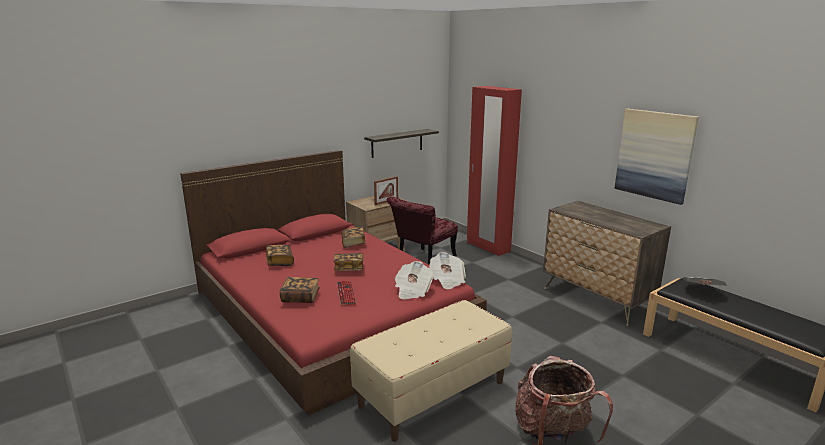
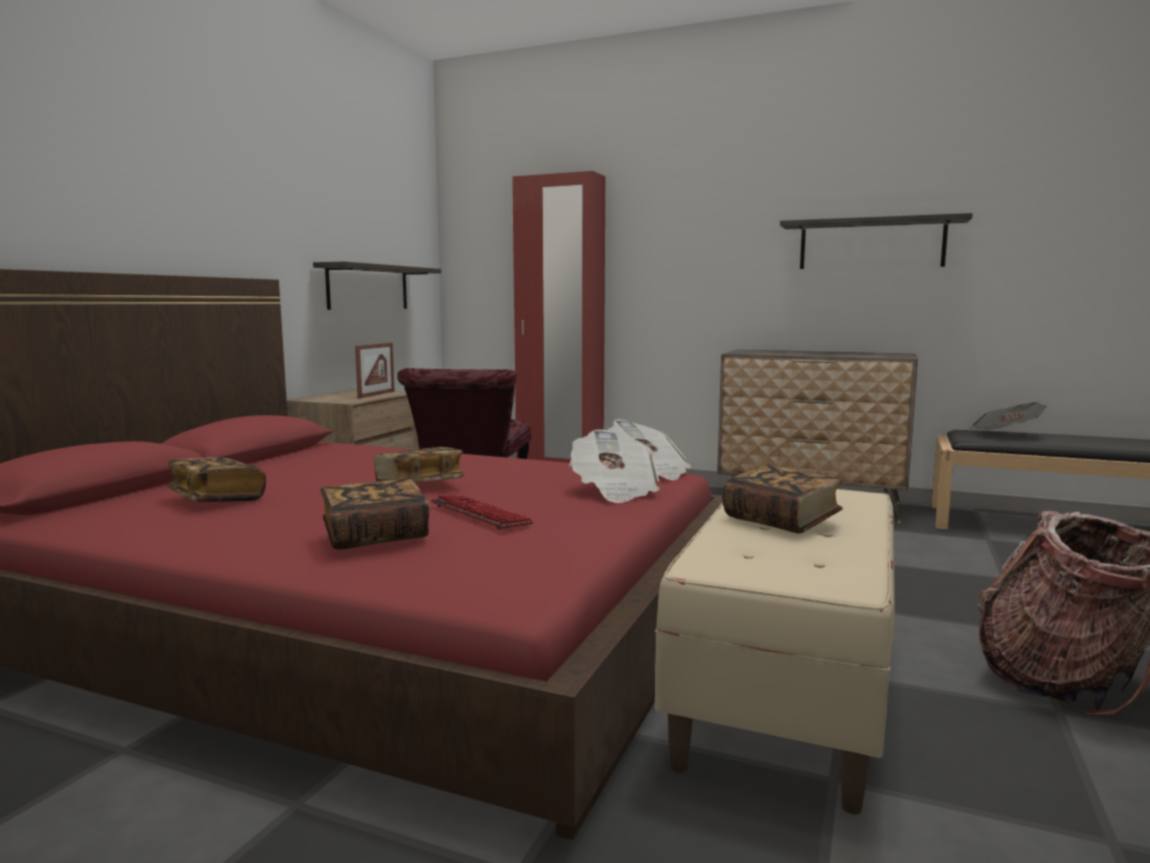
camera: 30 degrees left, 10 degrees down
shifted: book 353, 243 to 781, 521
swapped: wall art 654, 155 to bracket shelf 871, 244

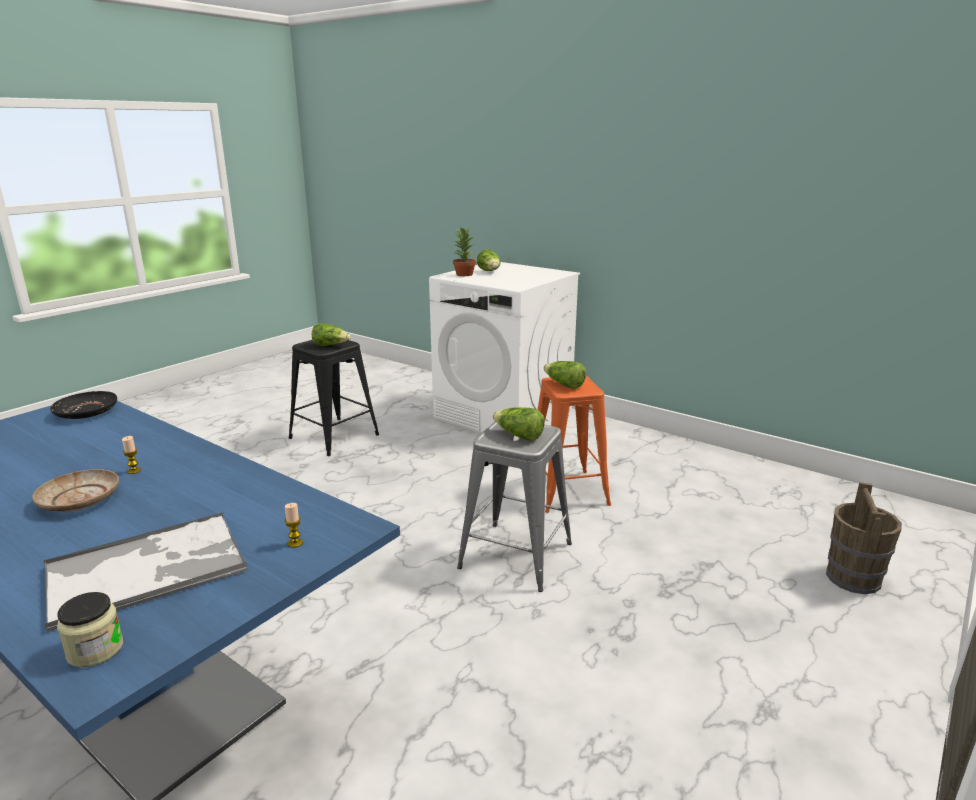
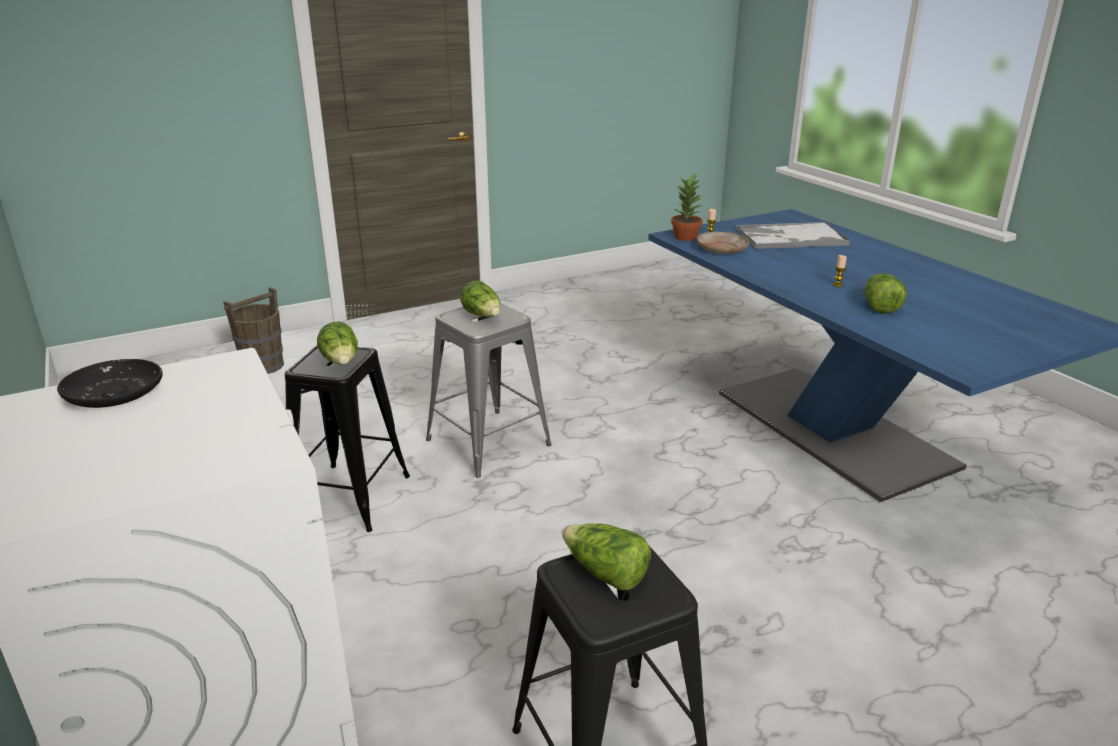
camera: 155 degrees left, 5 degrees up
gone: jar 95, 650
shifted: sand-coloured dinner plate 79, 500 to 722, 249; black-coloured dinner plate 87, 412 to 114, 394; potted plant 464, 274 to 686, 237; lettuce 490, 272 to 880, 306
repainted: orange-coloured sitting stool 567, 491 to black-coloured sitting stool 350, 497

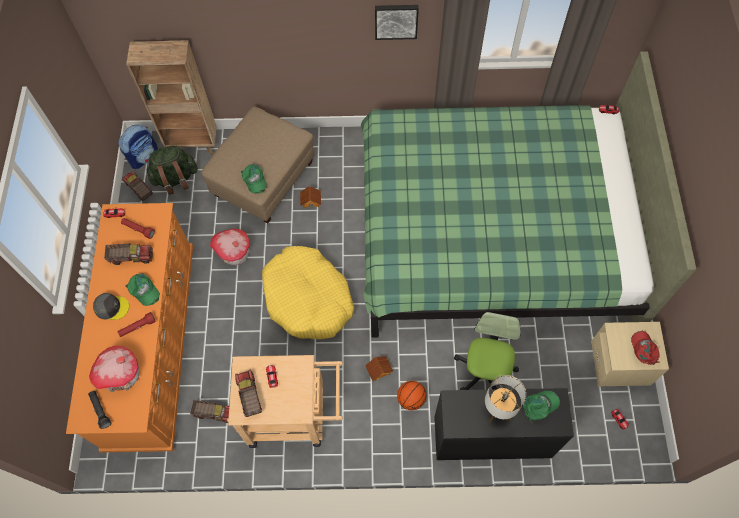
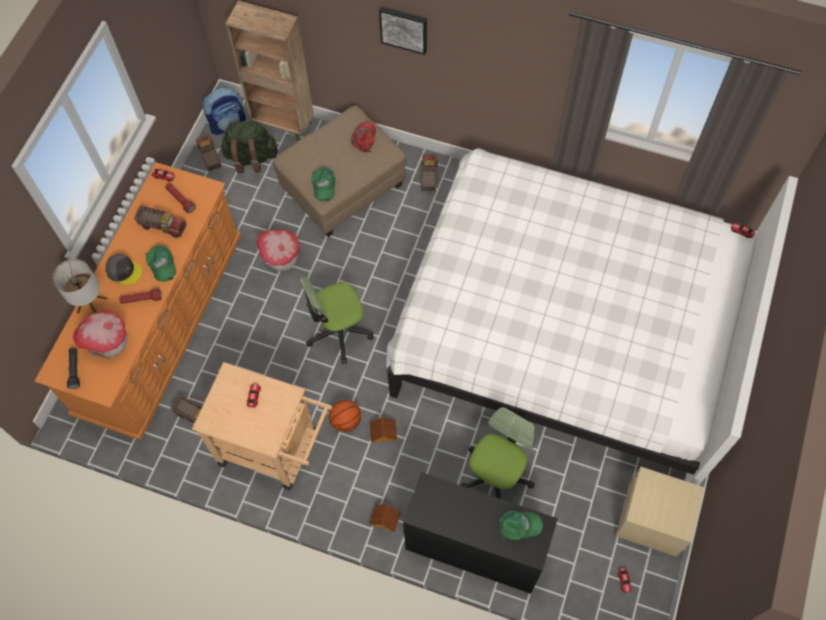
camera: 20 degrees right, 0 degrees up
shifted: toy truck 249, 396 to 428, 177; toy house 311, 200 to 385, 519; wall art 396, 20 to 404, 28; basketball ball 411, 399 to 346, 421; tabletop lamp 498, 410 to 92, 305; red peaked cap 644, 349 to 364, 138
swapped: yellow-coloured pet bed 308, 298 to computer chair 339, 331
repainted: green sleeping bed 494, 232 to white-coloured sleeping bed 570, 328

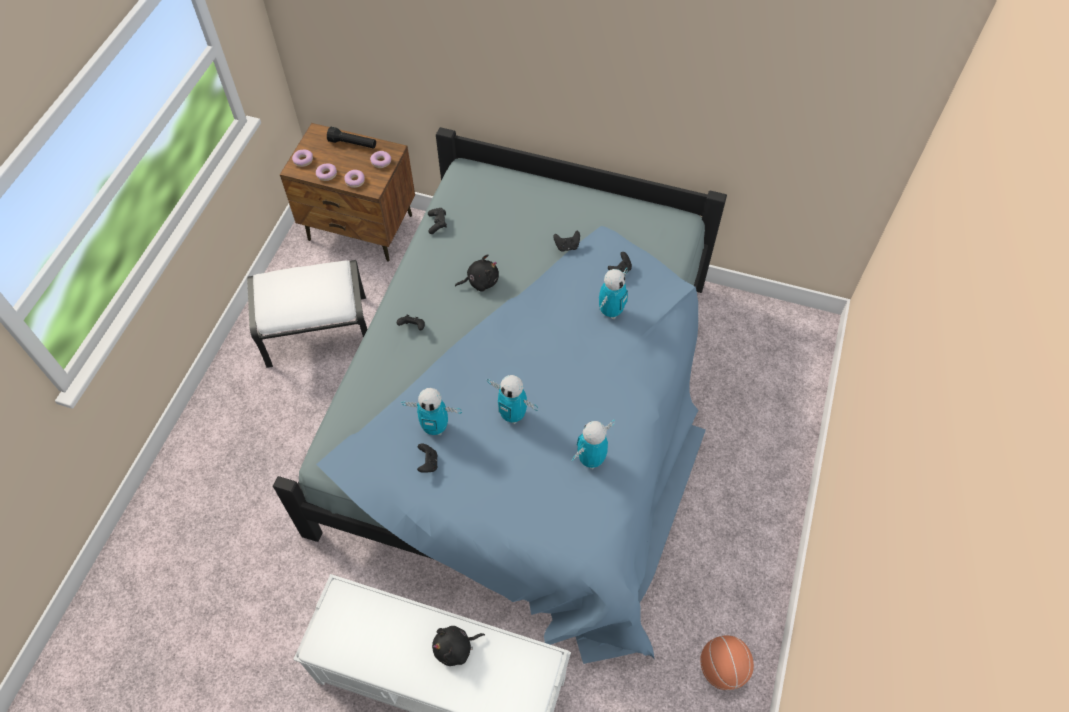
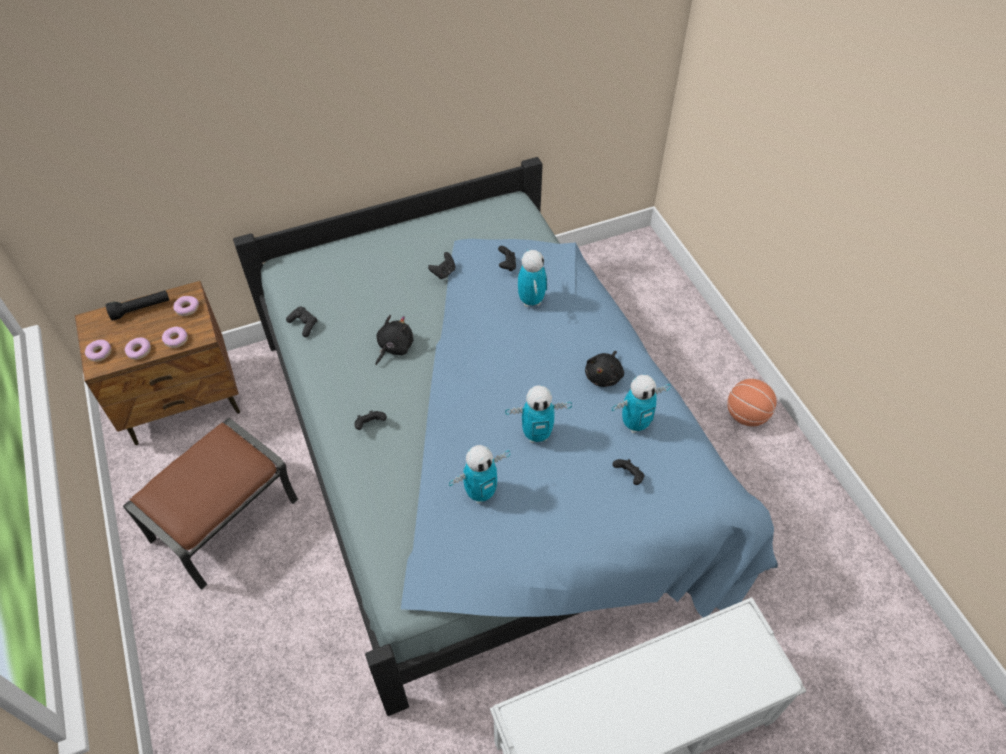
camera: 40 degrees left, 5 degrees down
shifted: black-coloured joypad 428, 463 to 628, 476; black-coloured cuddly toy 455, 648 to 604, 376; basketball ball 722, 668 to 746, 415
repainted: white-coloured pouffe 318, 330 to brown-coloured pouffe 225, 519
rotated: model robot 591, 459 = 635, 424 120 degrees counterclockwise

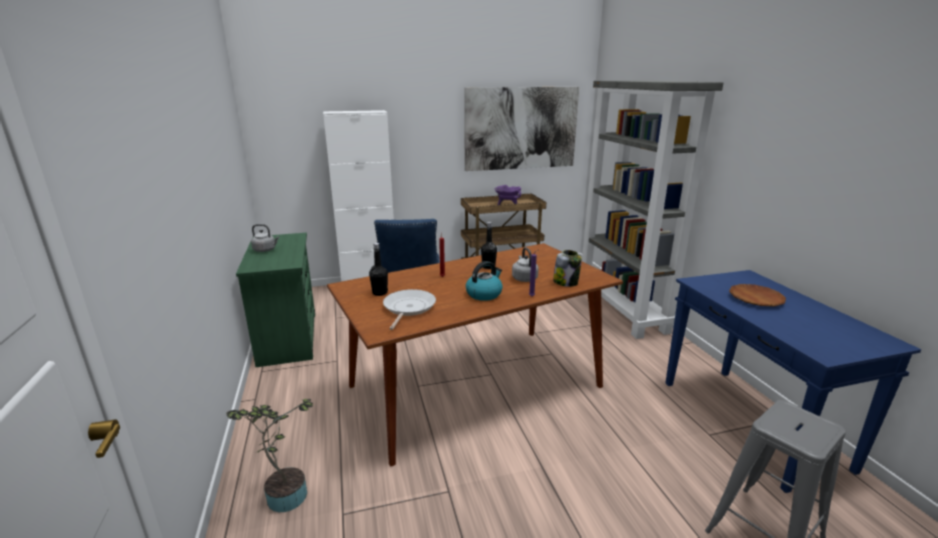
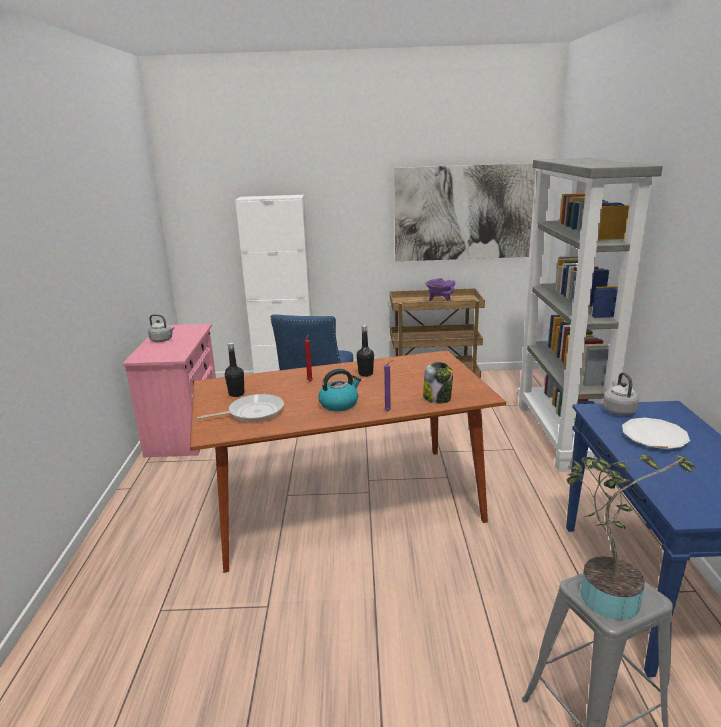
camera: 15 degrees right, 0 degrees up
shifted: potted plant 284, 494 to 603, 593; greyish kettle 524, 278 to 618, 410
repainted: green chest of drawers 288, 337 to pinkish chest of drawers 185, 430; brown-coloured dinner plate 755, 298 to white-coloured dinner plate 654, 437
rotated: frying pan 408, 308 = 252, 412 45 degrees clockwise

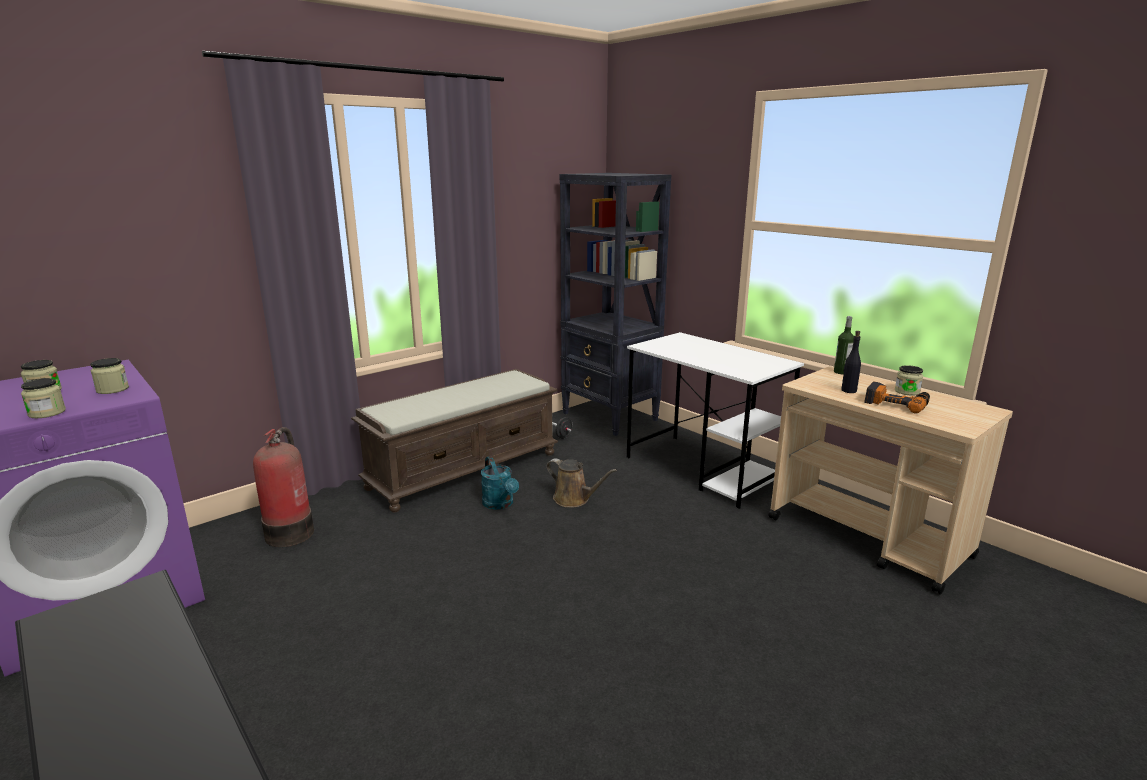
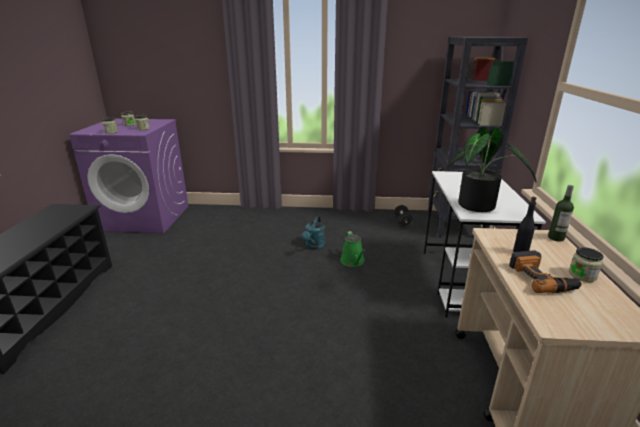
camera: 45 degrees right, 5 degrees up
gone: fire extinguisher 291, 532; brown-coloured long seat 464, 469
new: potted plant 479, 207
repainted: brown-coloured watering can 574, 499 to green watering can 353, 261

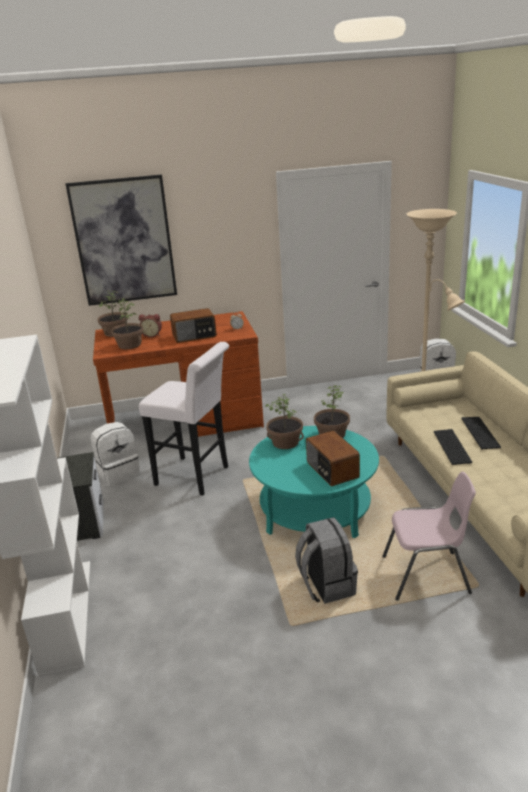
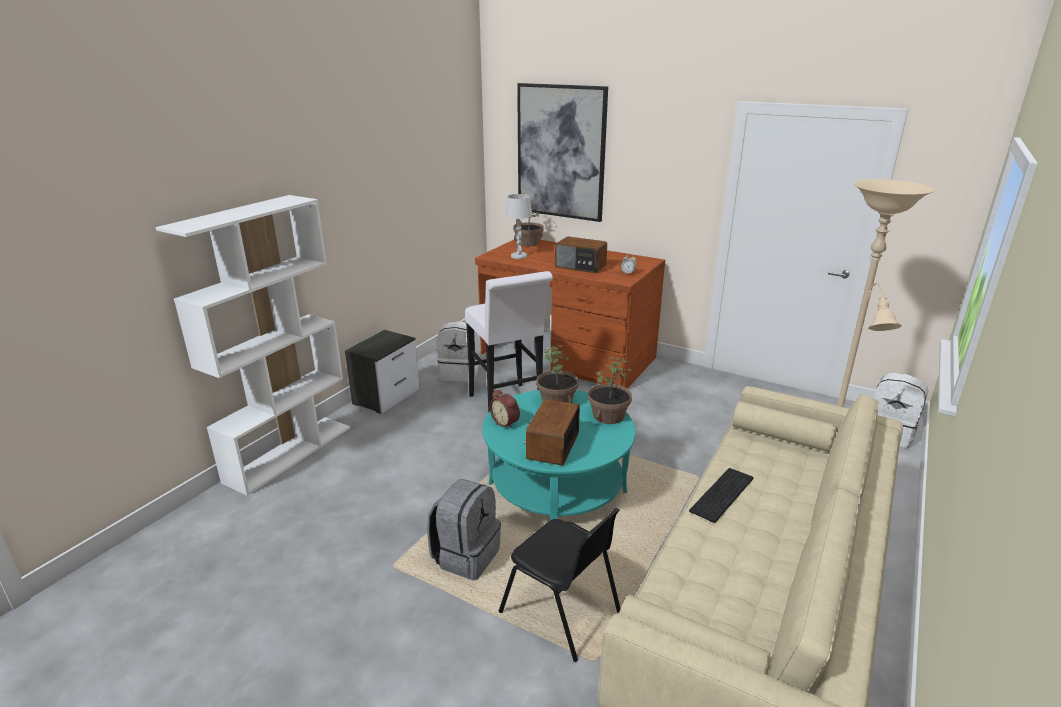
camera: 40 degrees right, 0 degrees up
gone: PC keyboard 478, 432
shifted: alarm clock 152, 335 to 506, 422
swapped: potted plant 129, 345 to white-coloured tabletop lamp 518, 256
repainted: pinkish upright chair 427, 575 to black-coloured upright chair 561, 613

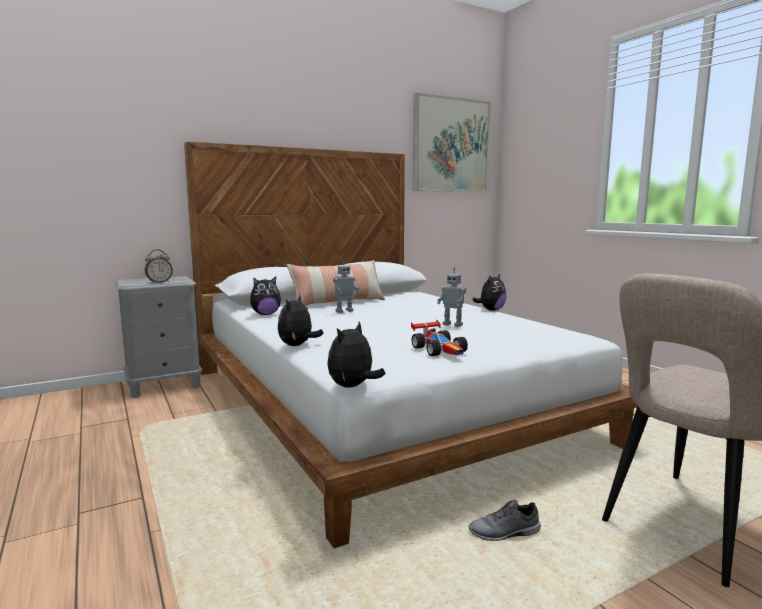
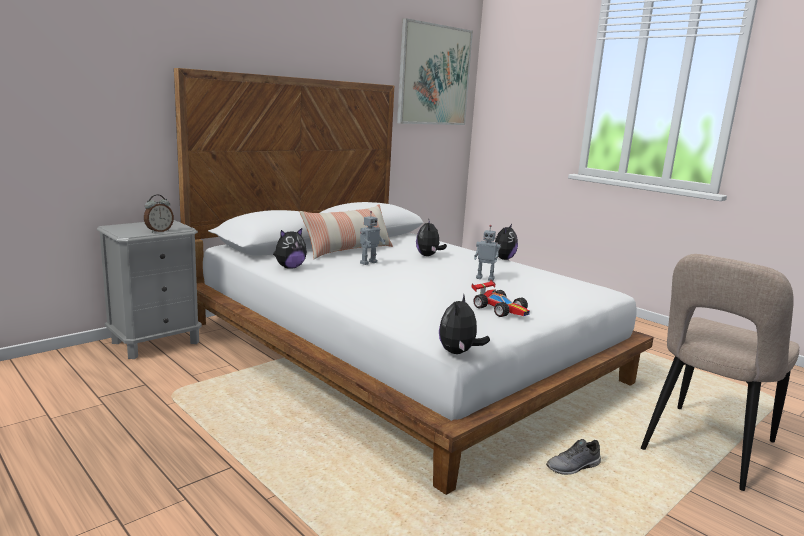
camera: 15 degrees left, 5 degrees up
shifted: cuddly toy 297, 345 to 428, 256

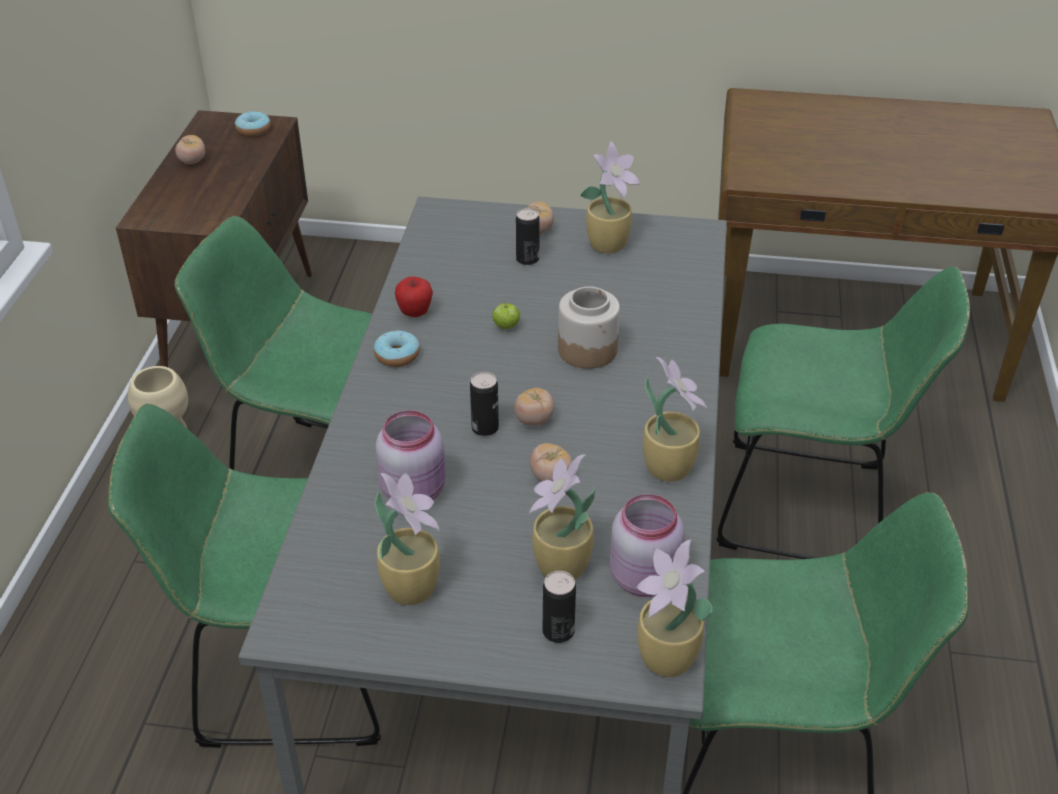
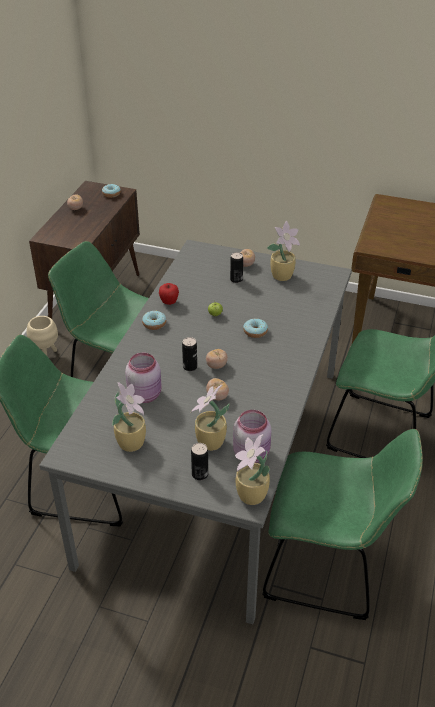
camera: 10 degrees right, 0 degrees up
gone: potted plant 668, 466
swapped: jar 588, 350 to ring doughnut 255, 332

